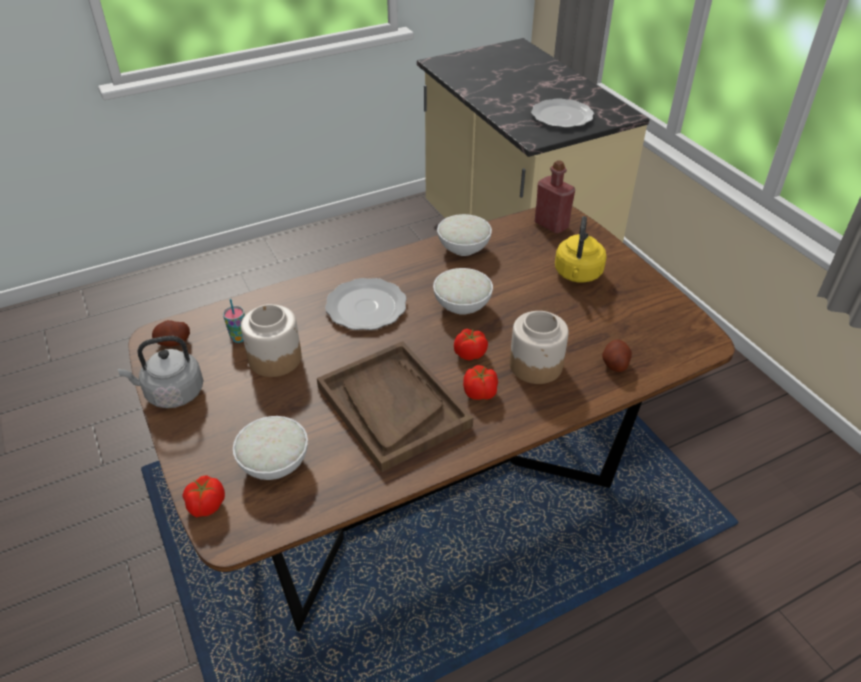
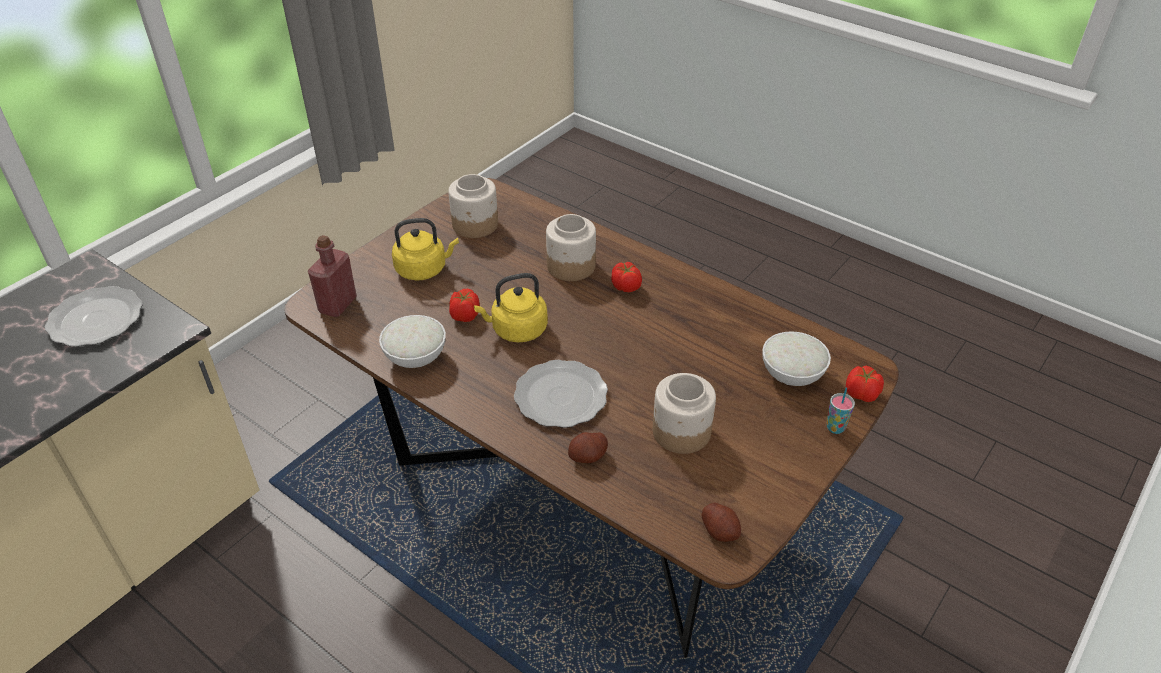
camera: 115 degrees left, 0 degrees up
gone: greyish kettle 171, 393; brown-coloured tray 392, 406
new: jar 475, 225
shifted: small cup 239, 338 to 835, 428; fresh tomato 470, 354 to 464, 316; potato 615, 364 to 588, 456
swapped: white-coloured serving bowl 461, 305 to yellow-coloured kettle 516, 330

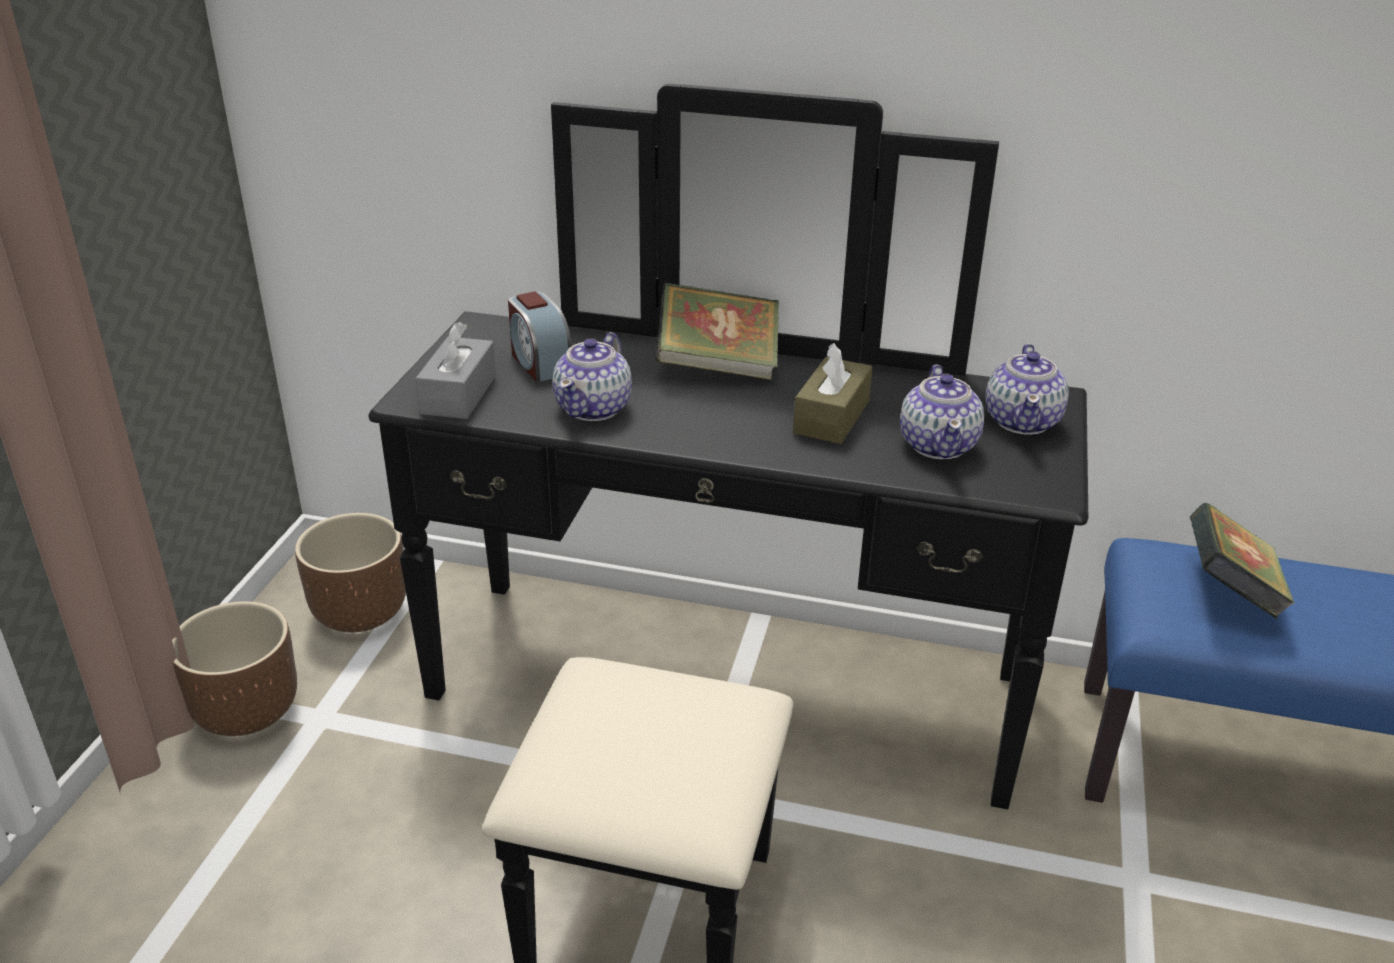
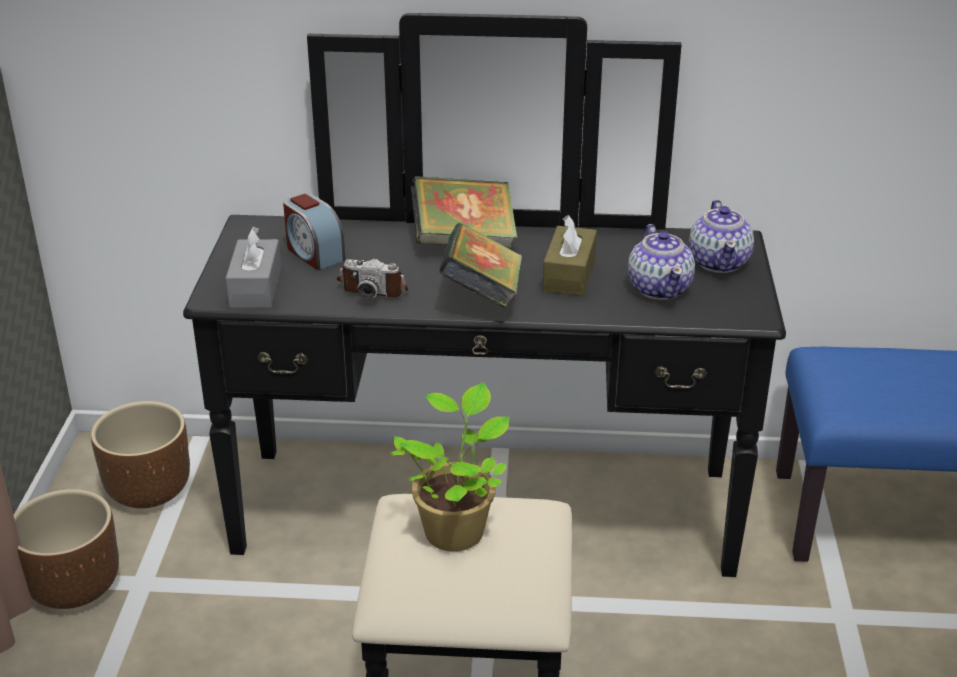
camera: 10 degrees left, 0 degrees up
new: potted plant 455, 529
shifted: book 1229, 592 to 482, 295
swapped: pot for tea 594, 408 to still camera 374, 287

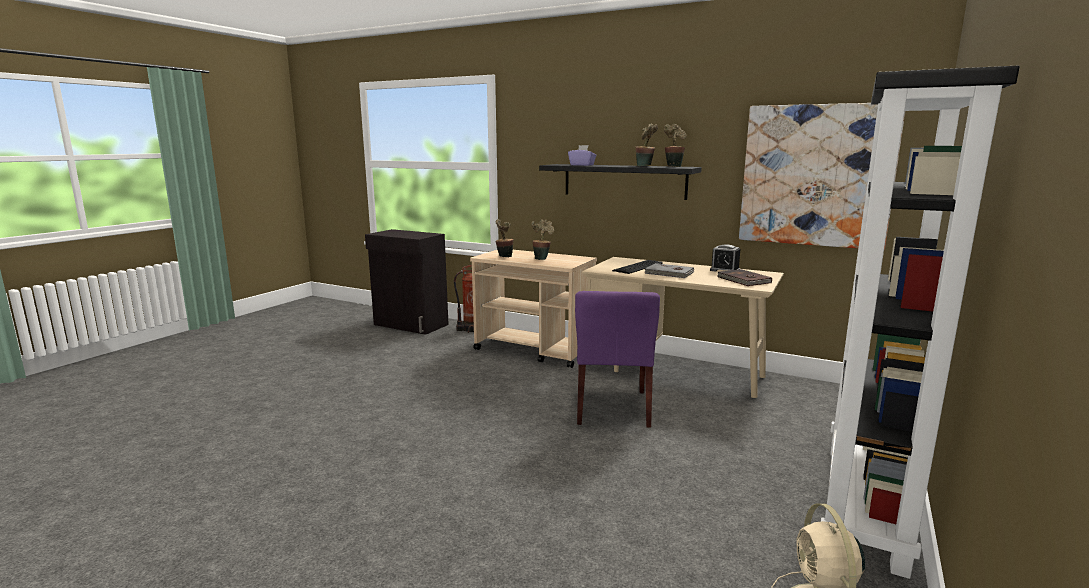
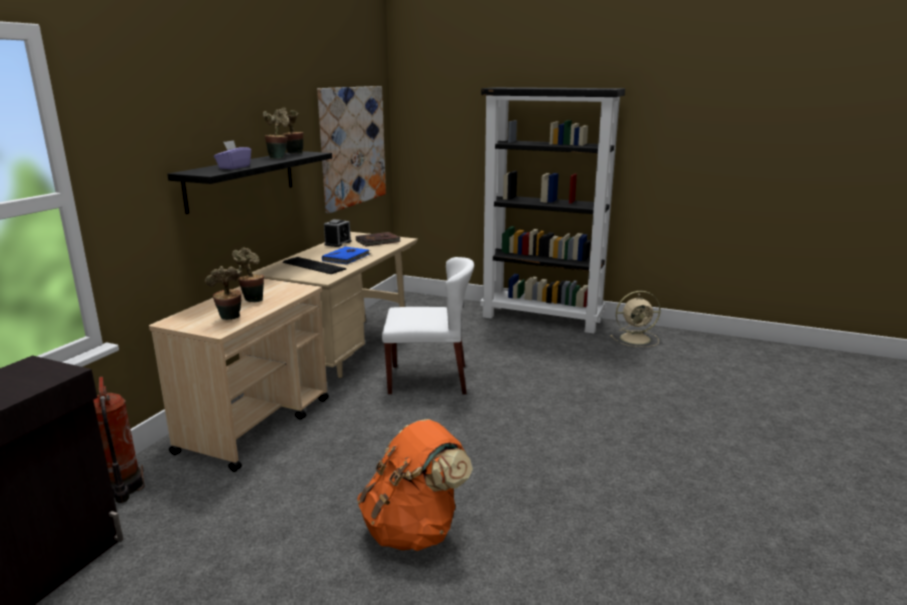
camera: 95 degrees left, 5 degrees up
new: orange-coloured backpack 414, 530
repainted: purplish upright chair 612, 407 to white-coloured upright chair 429, 379; greyish book 669, 273 to blue-coloured book 347, 257

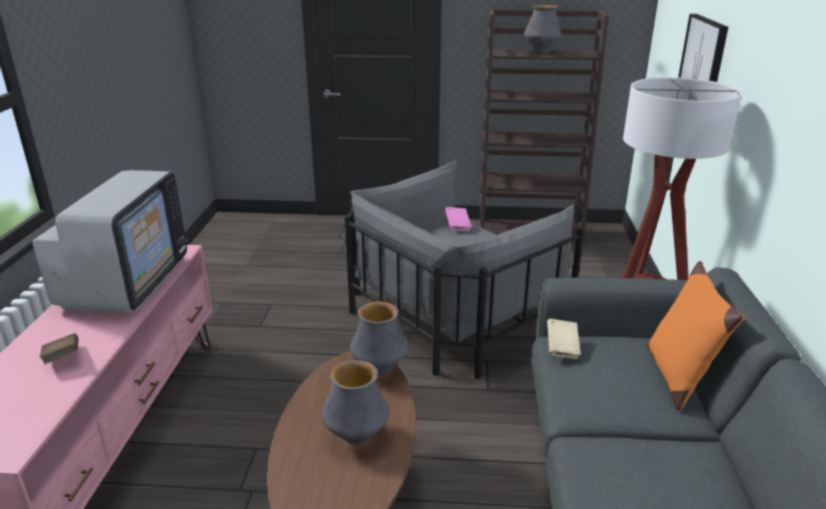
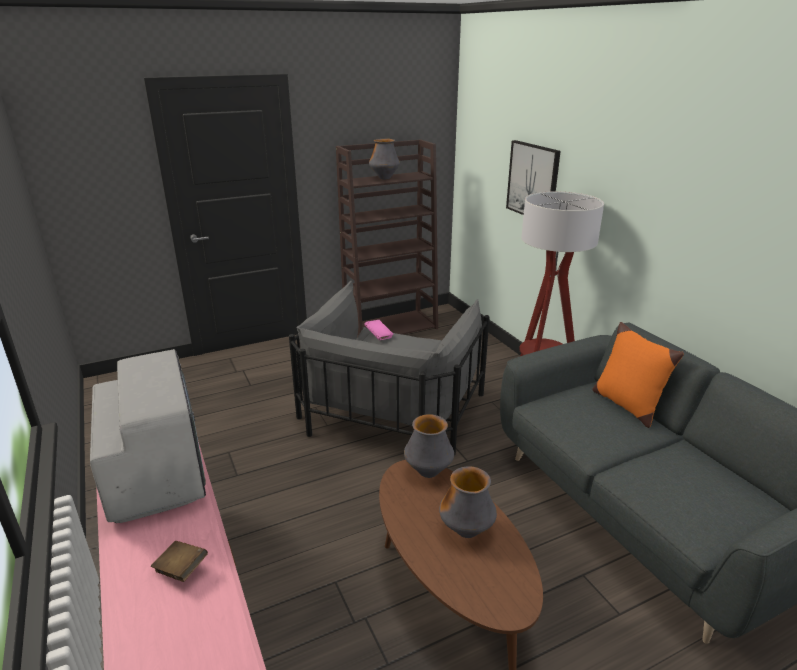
camera: 30 degrees left, 0 degrees up
gone: sand-coloured book 562, 348

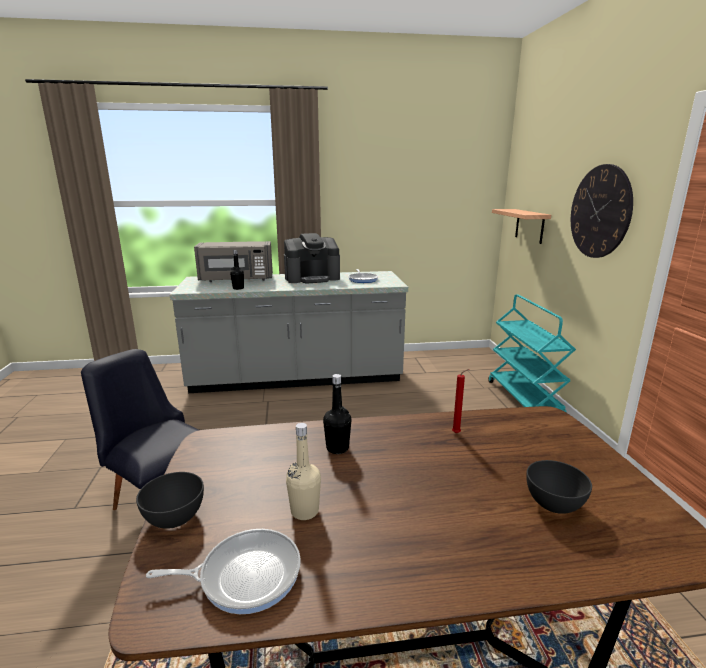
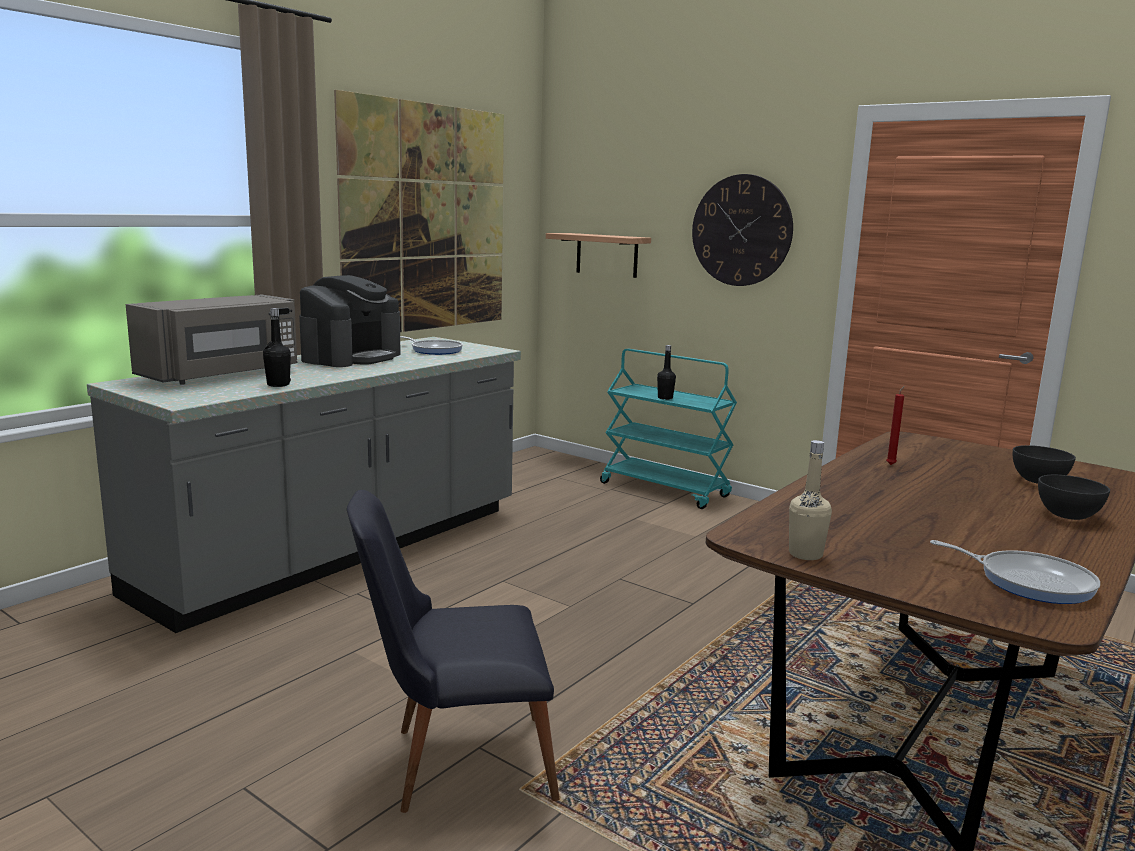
camera: 45 degrees left, 5 degrees down
new: wall art 427, 219
shifted: greyish serving bowl 175, 518 to 1067, 515; sand-coloured bottle 304, 511 to 805, 554; black-coloured bottle 337, 448 to 665, 398
rotated: frying pan 245, 575 = 1029, 581 90 degrees clockwise

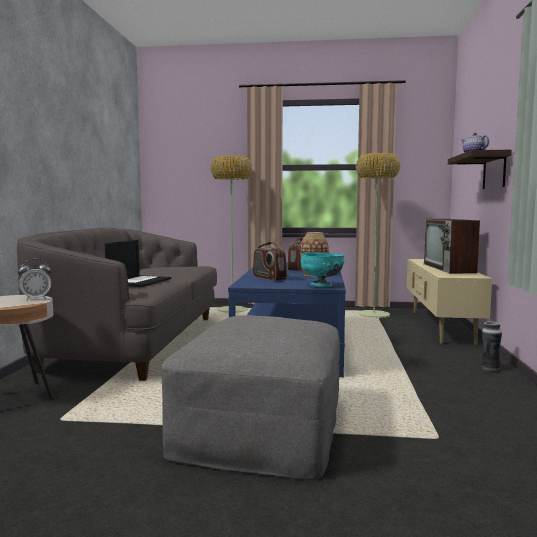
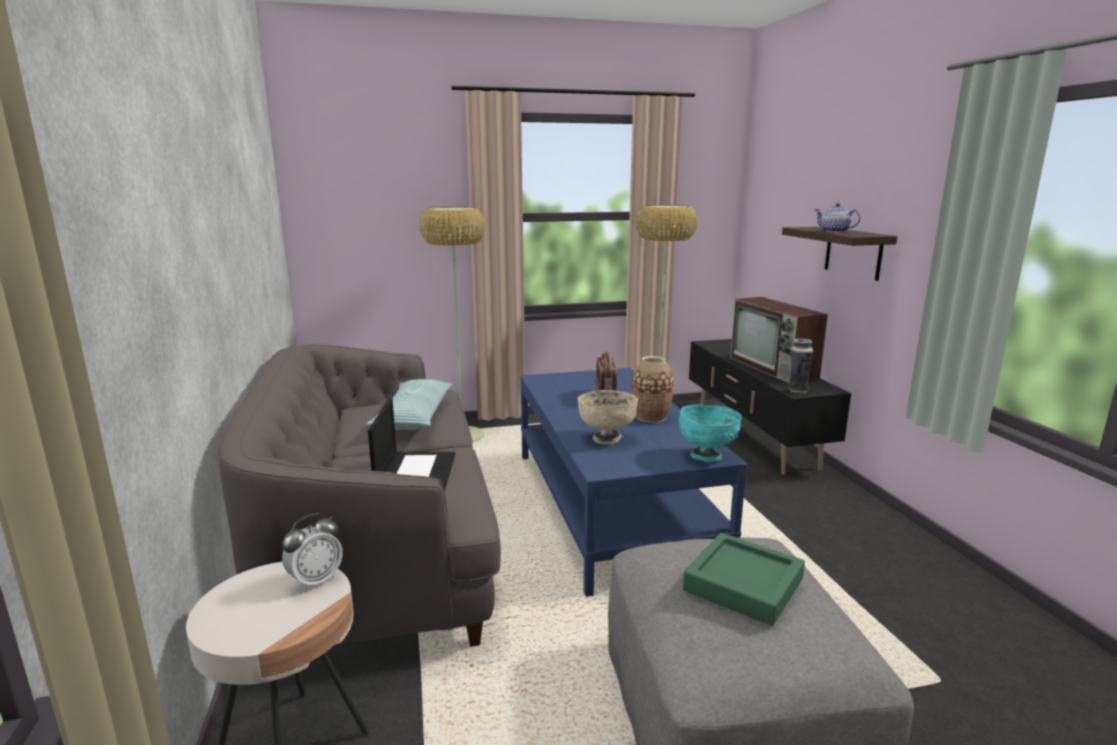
camera: 20 degrees left, 10 degrees up
new: cushion 414, 416; green tray 743, 585
shifted: vase 489, 369 to 797, 391
swapped: radio receiver 269, 278 to sand-coloured serving bowl 606, 438
repainted: sand-coloured tv unit 440, 327 to black-coloured tv unit 753, 438

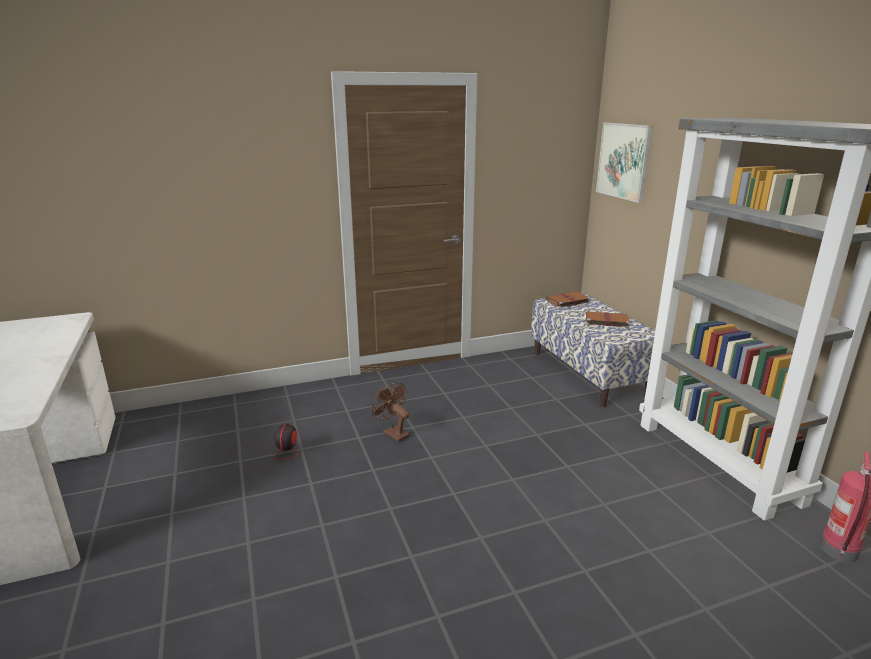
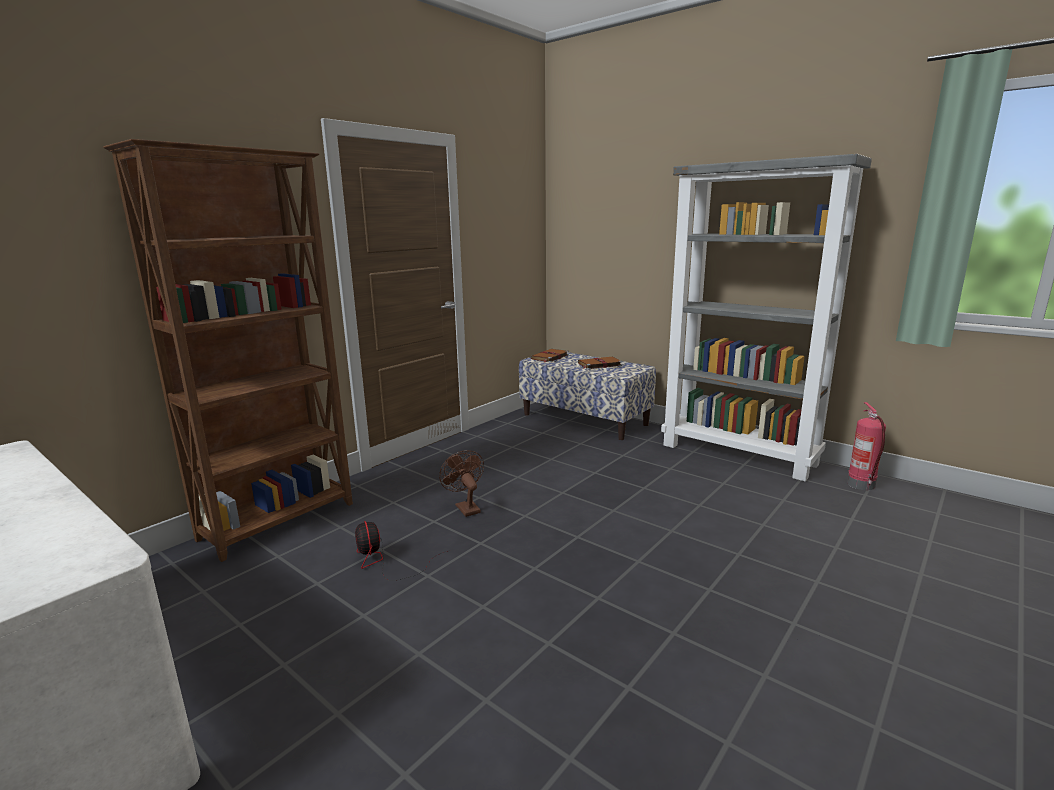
camera: 30 degrees left, 5 degrees down
gone: wall art 623, 161
new: brown-coloured shelving unit 280, 521
rotated: brown-coloured cooling fan 393, 433 = 465, 507 45 degrees clockwise

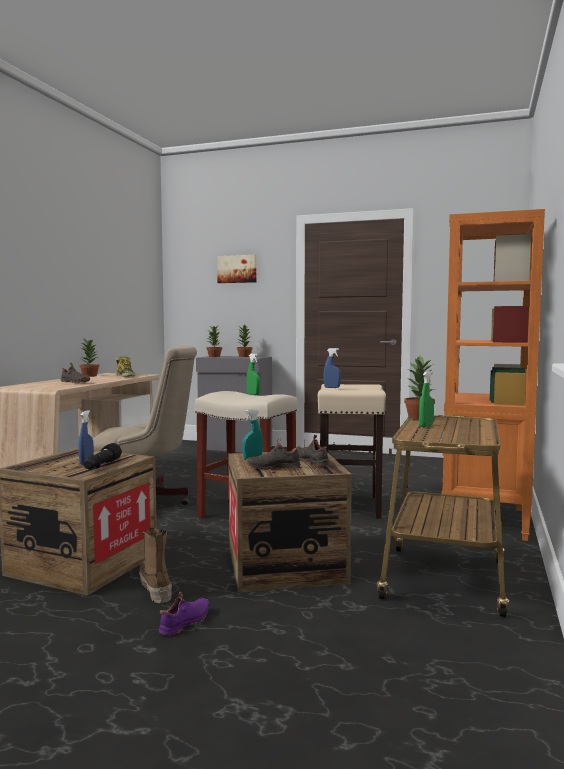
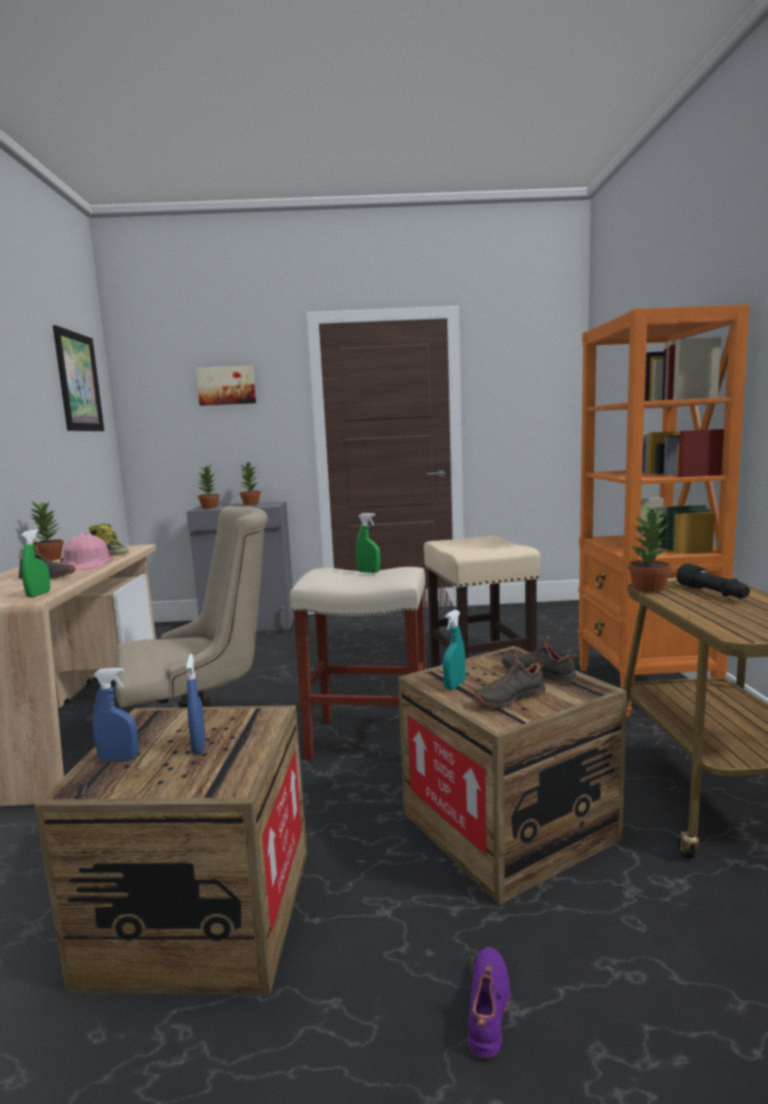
camera: 20 degrees left, 5 degrees up
gone: high-top boot 155, 588
new: wall art 79, 382; pinkish work helmet 86, 563
shifted: black-coloured torch 101, 466 to 713, 593; blue-coloured hand sprayer 332, 387 to 119, 759; green hand sprayer 426, 425 to 39, 594

